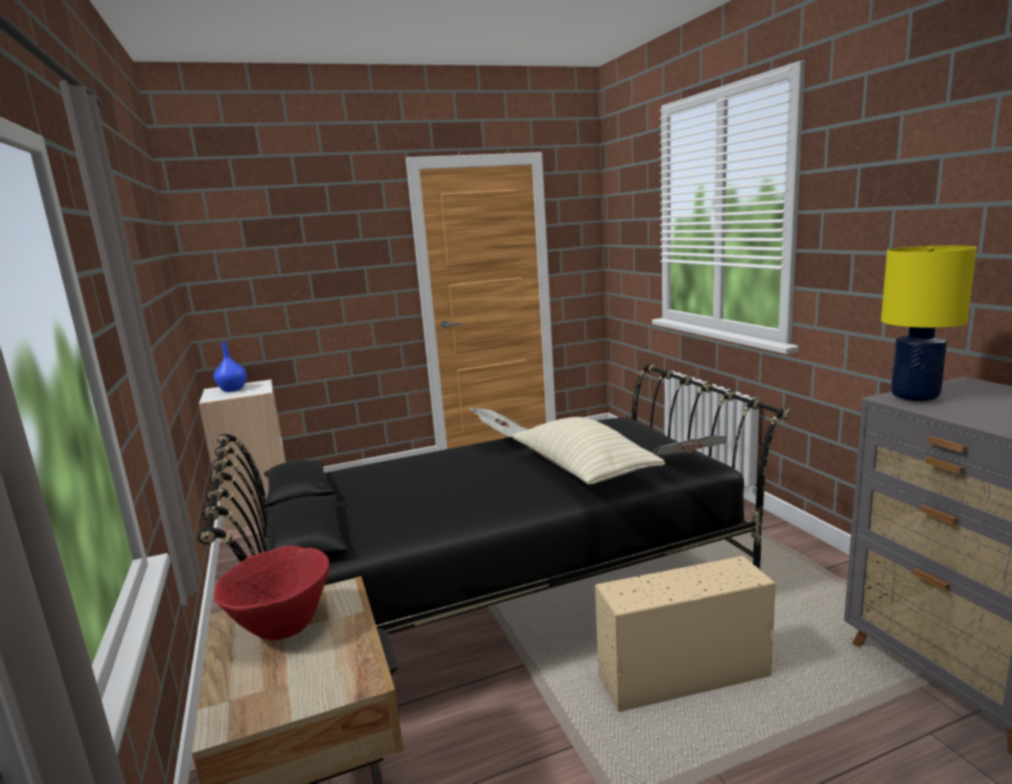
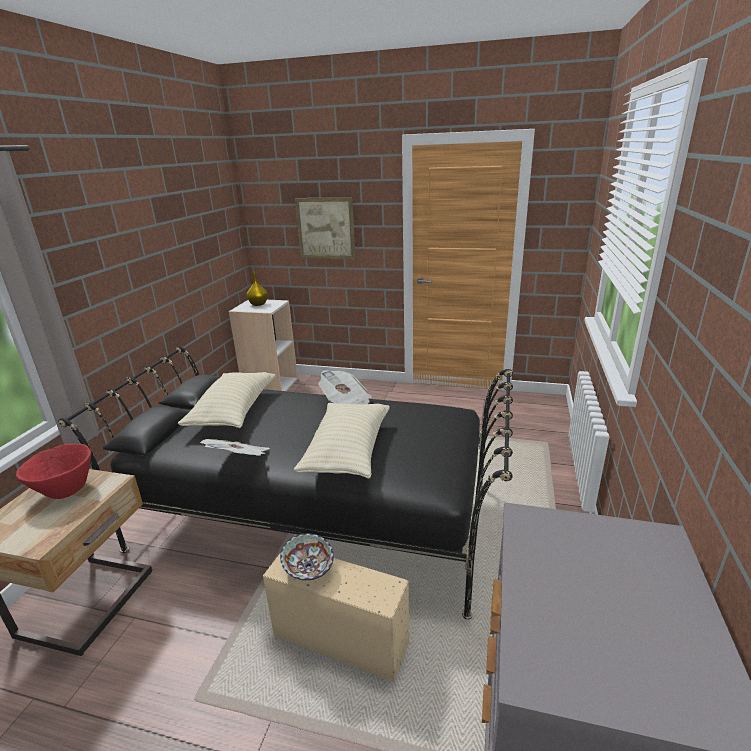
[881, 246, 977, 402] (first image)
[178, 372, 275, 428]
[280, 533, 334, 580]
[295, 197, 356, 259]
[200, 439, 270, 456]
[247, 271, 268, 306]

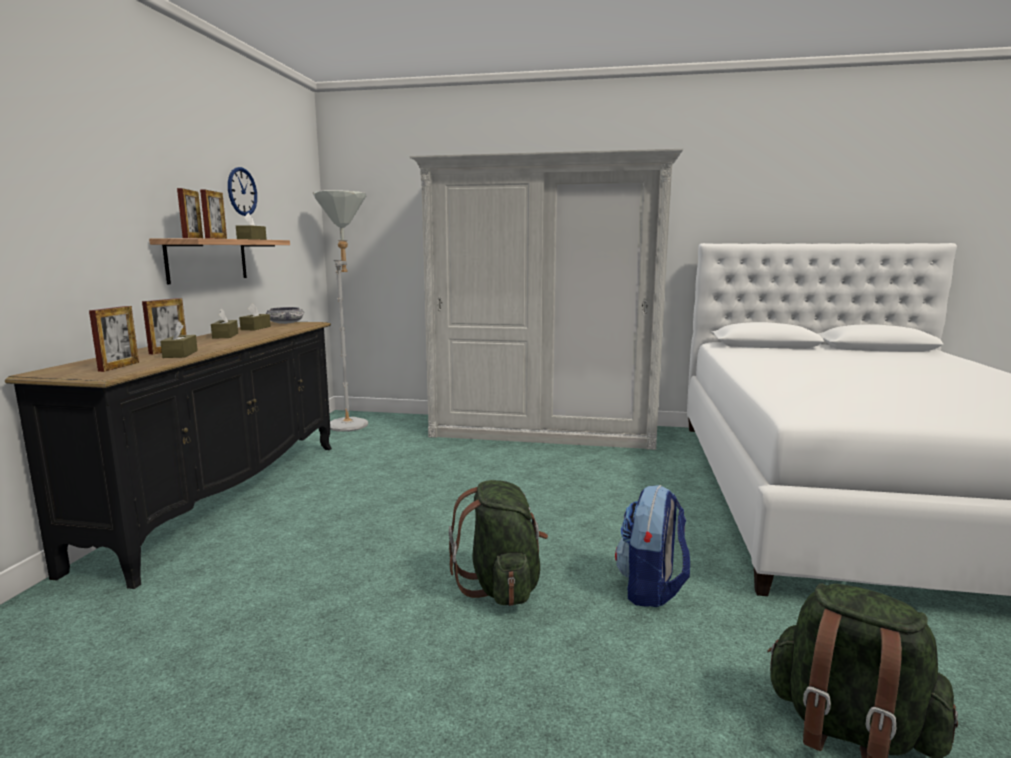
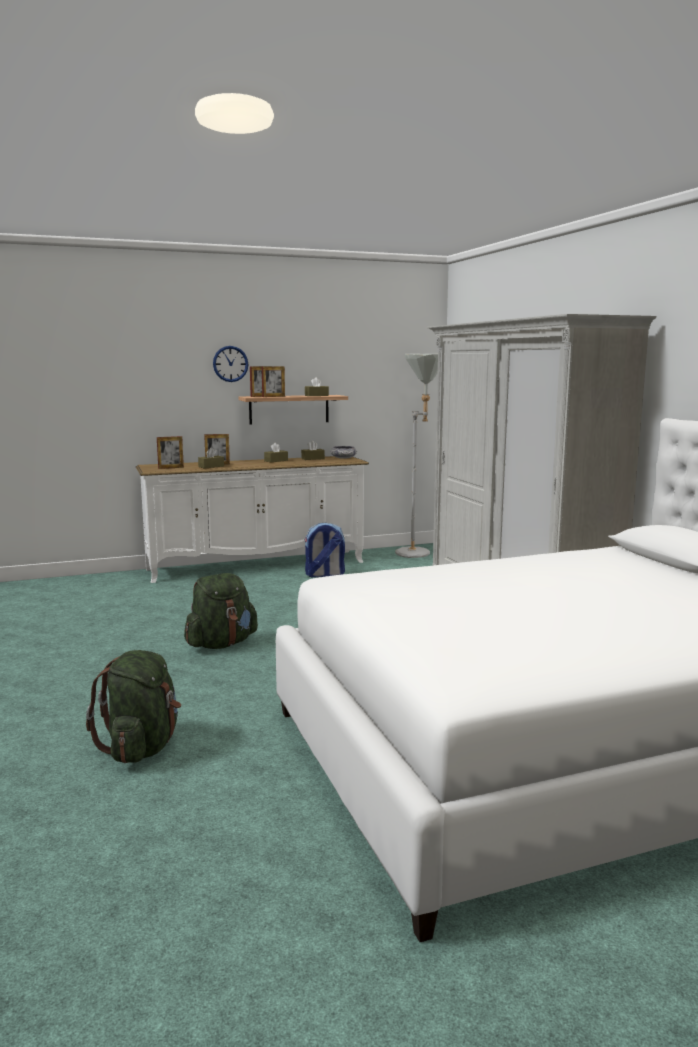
[213, 346, 248, 382]
[305, 523, 345, 577]
[136, 456, 369, 583]

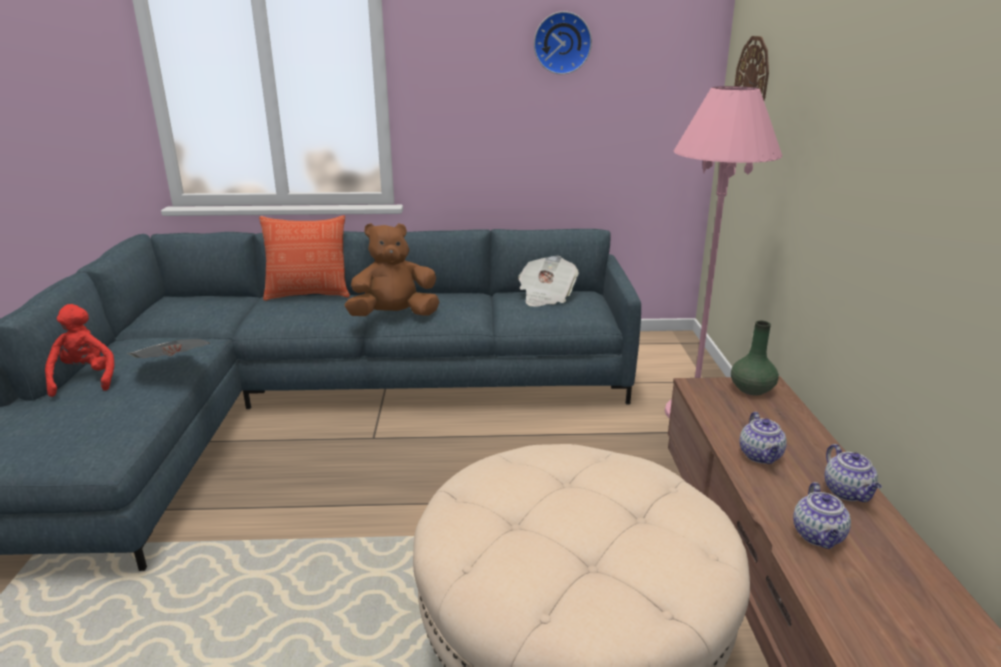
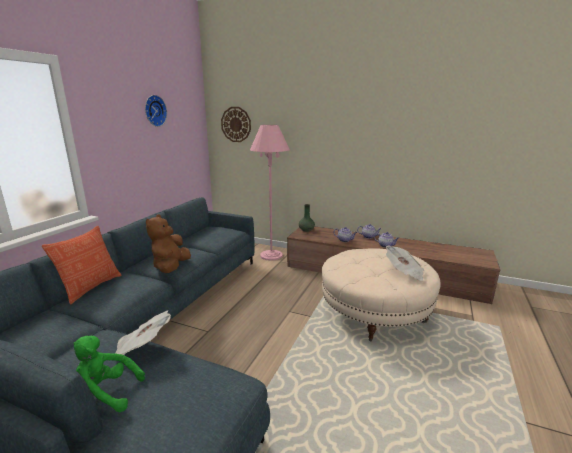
[386, 245, 424, 281]
[73, 336, 145, 412]

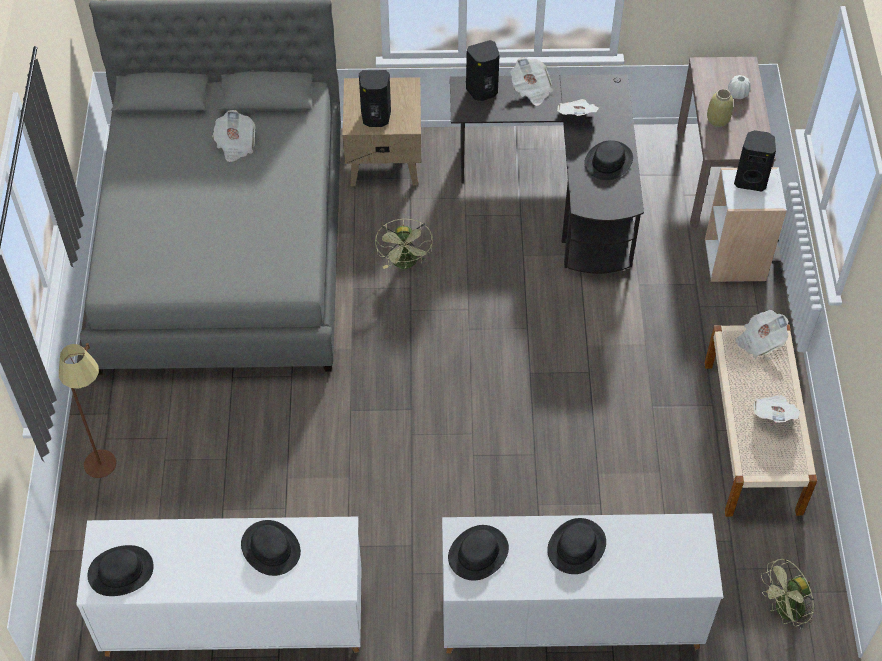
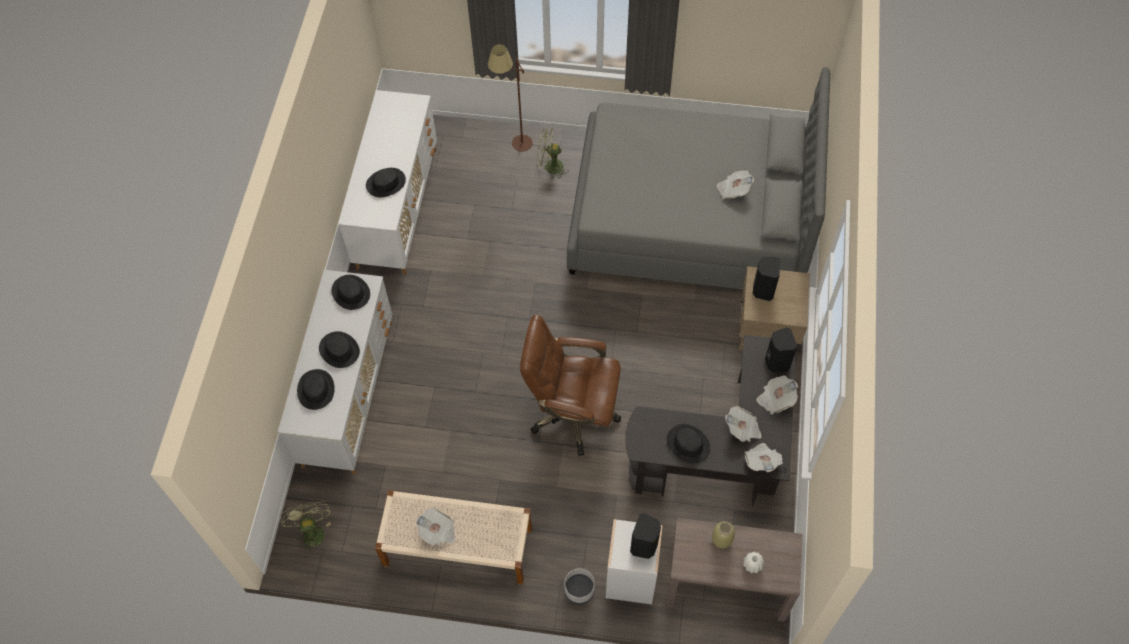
[520, 315, 621, 456]
[564, 568, 595, 604]
[297, 369, 335, 410]
[537, 129, 569, 179]
[744, 443, 783, 472]

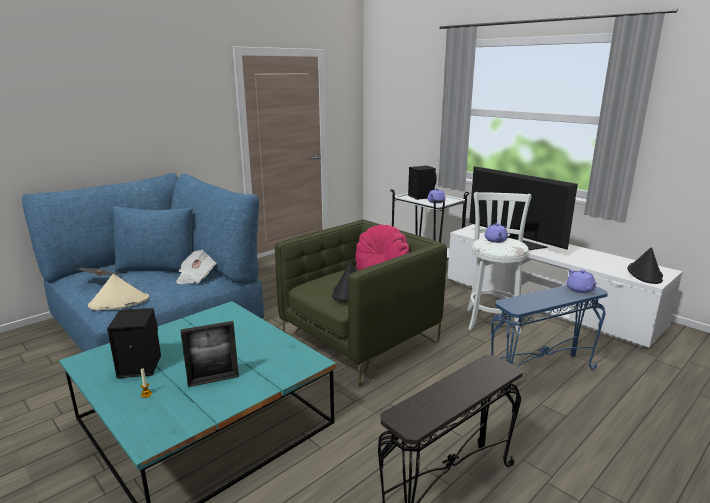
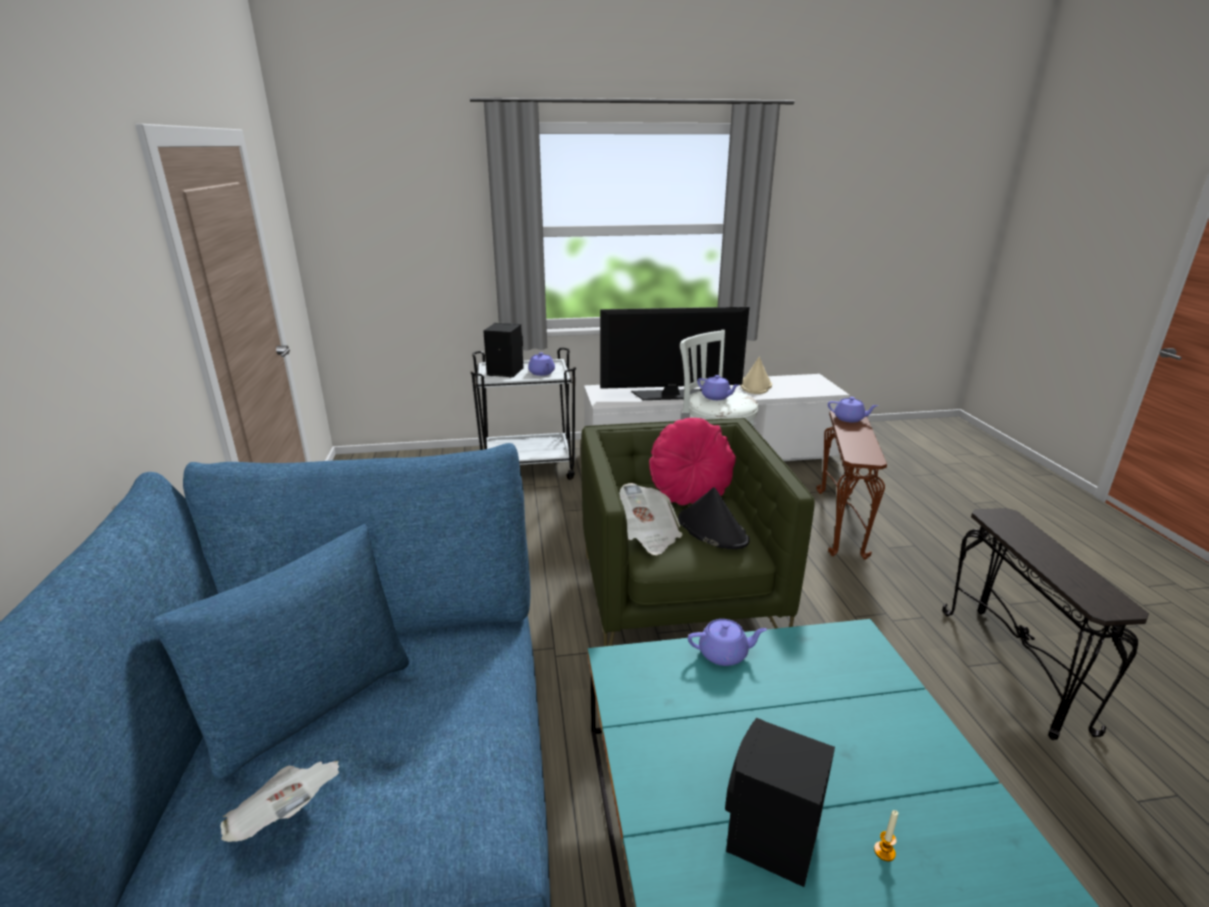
[180, 321, 239, 387] (first image)
[627, 247, 663, 284] (first image)
[688, 619, 767, 666]
[740, 357, 772, 394]
[619, 483, 682, 556]
[816, 411, 887, 560]

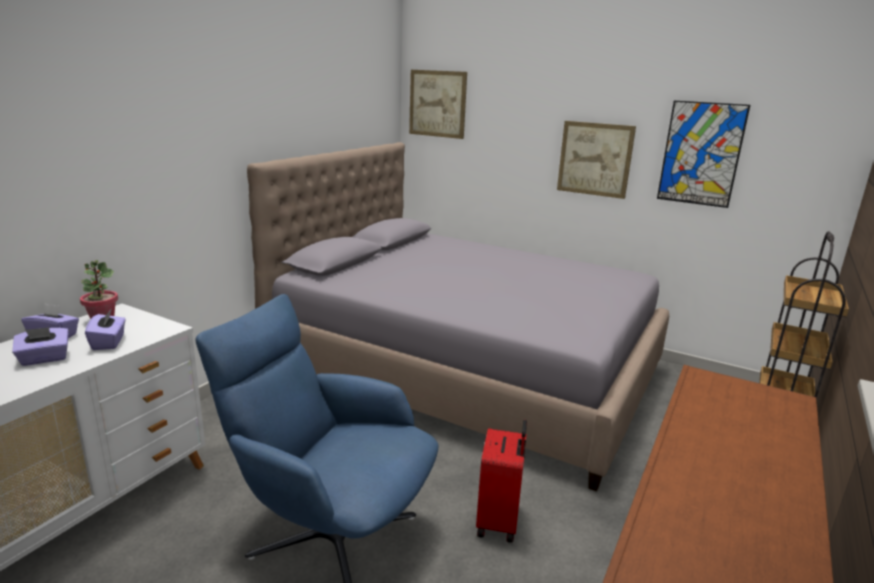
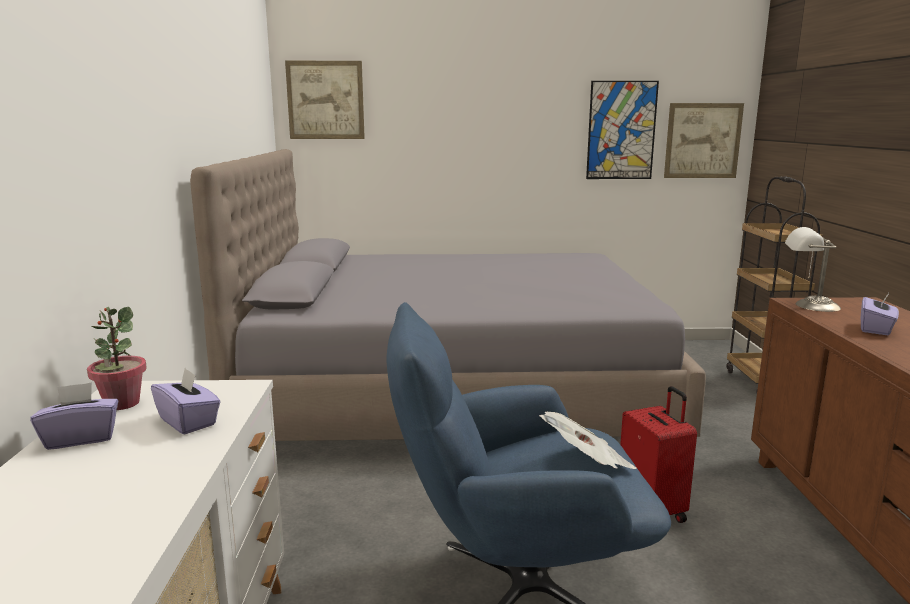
[539, 412, 637, 469]
[785, 227, 841, 312]
[861, 293, 899, 335]
[664, 103, 744, 178]

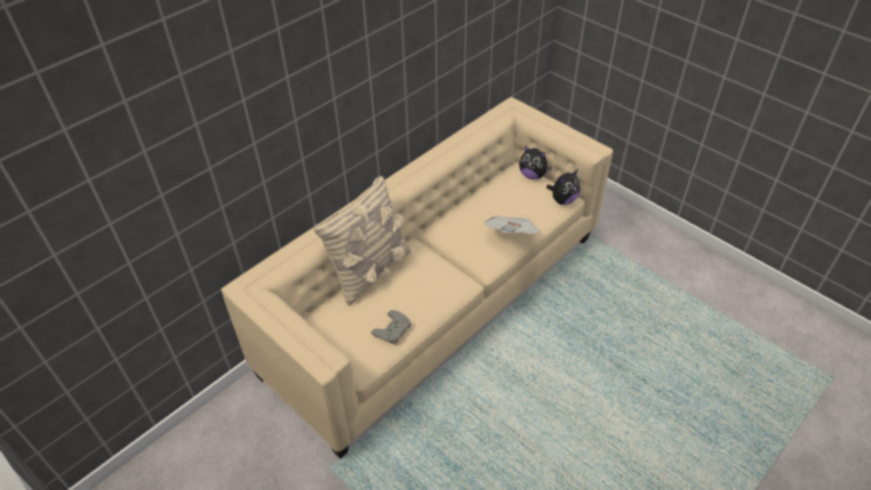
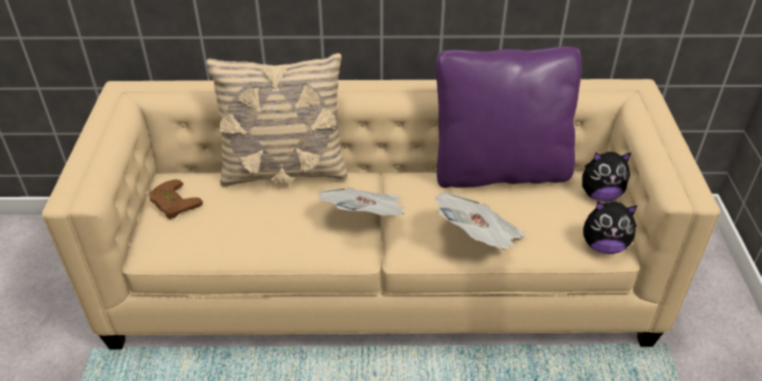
[371, 310, 411, 344] (first image)
[149, 180, 203, 219]
[318, 187, 405, 216]
[435, 46, 582, 188]
[582, 152, 632, 201]

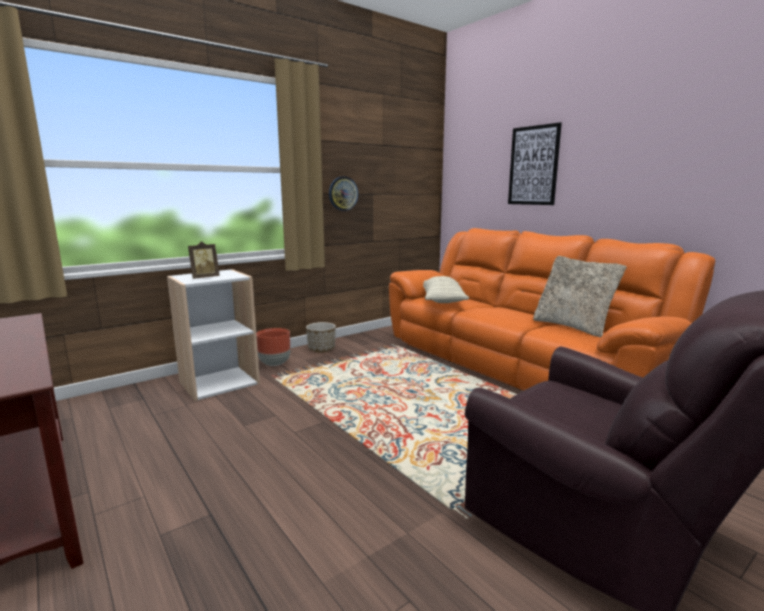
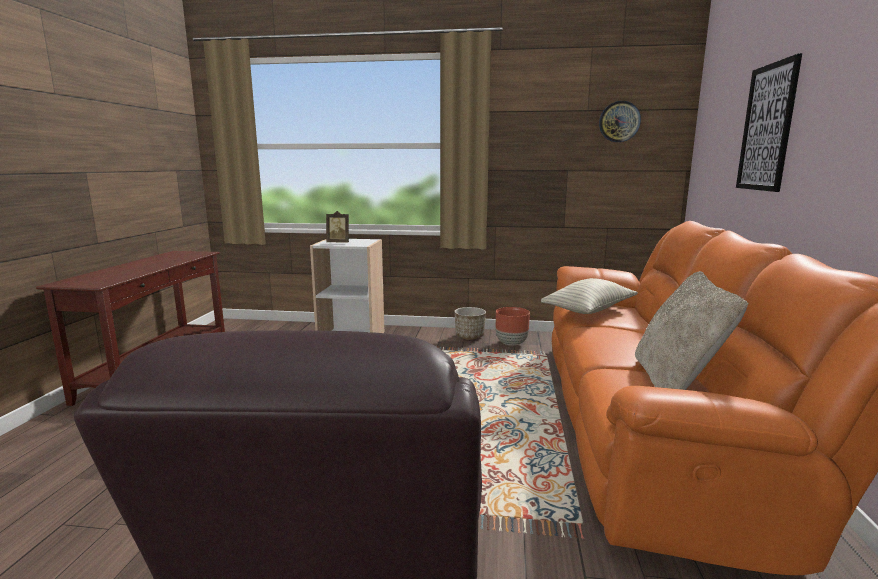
[496, 307, 530, 346]
[599, 101, 641, 142]

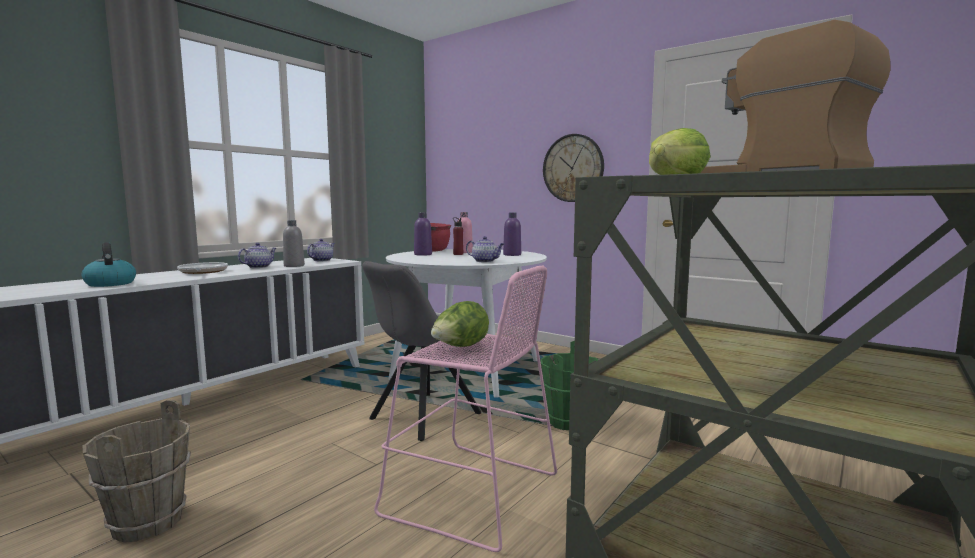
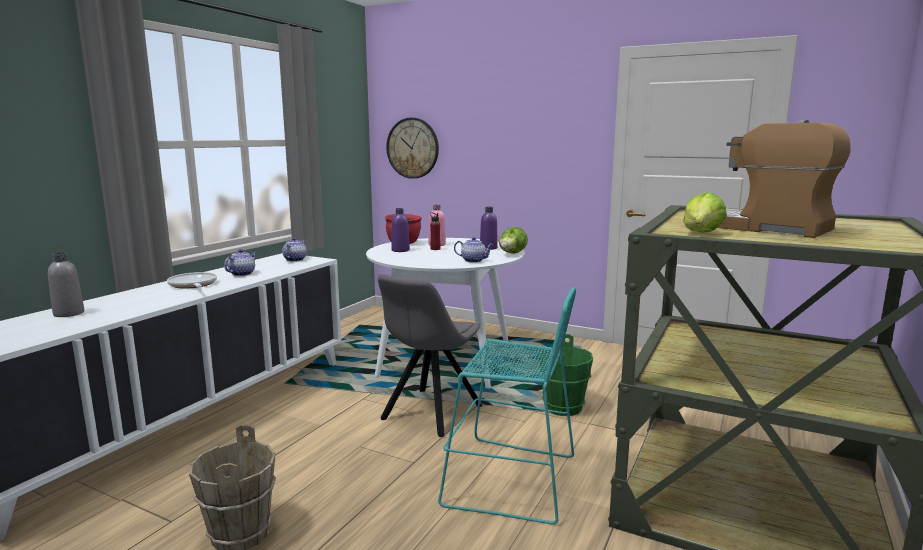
[81, 242, 136, 287] (first image)
[48, 252, 84, 317]
[499, 227, 528, 254]
[386, 118, 439, 179]
[438, 287, 576, 524]

